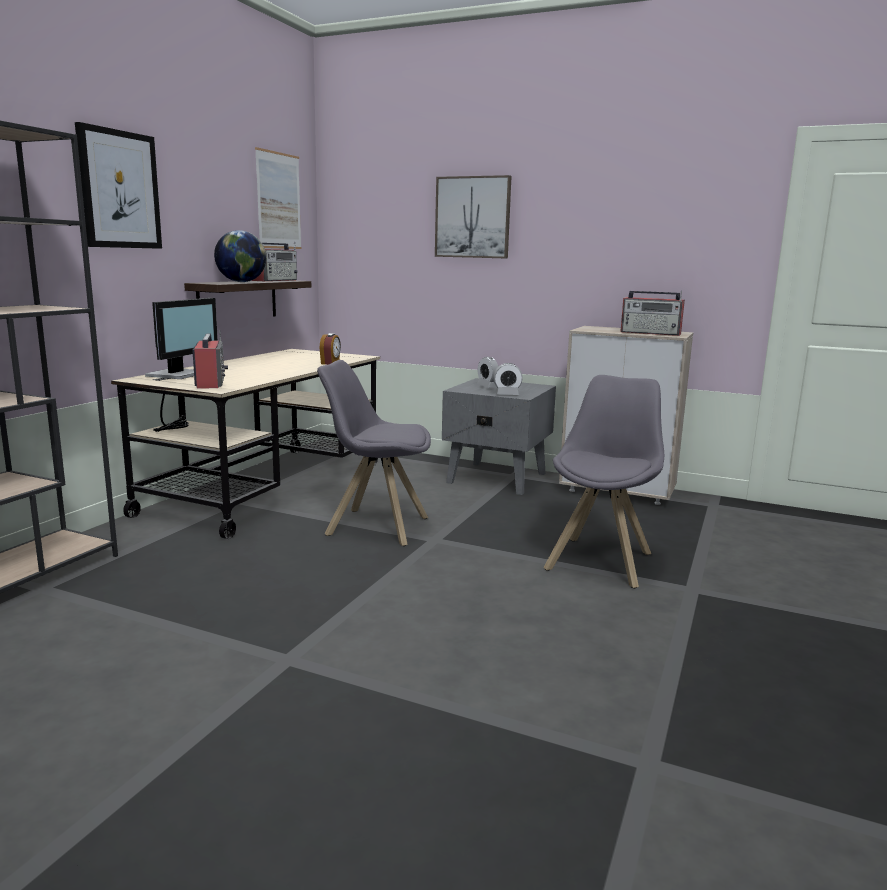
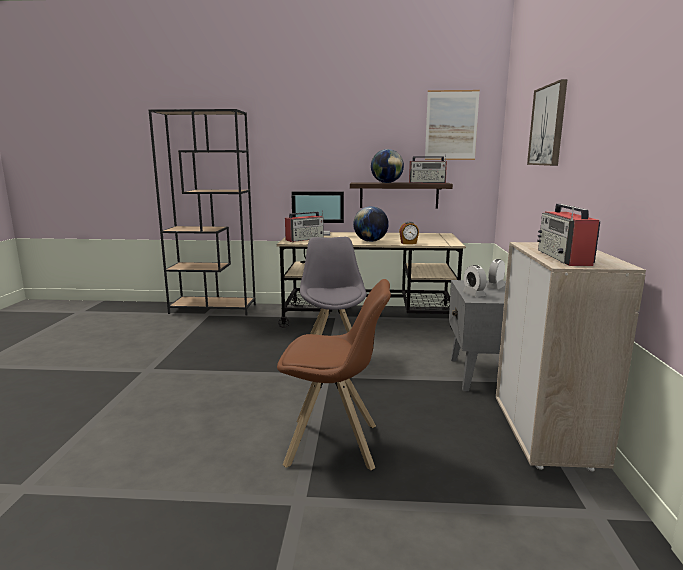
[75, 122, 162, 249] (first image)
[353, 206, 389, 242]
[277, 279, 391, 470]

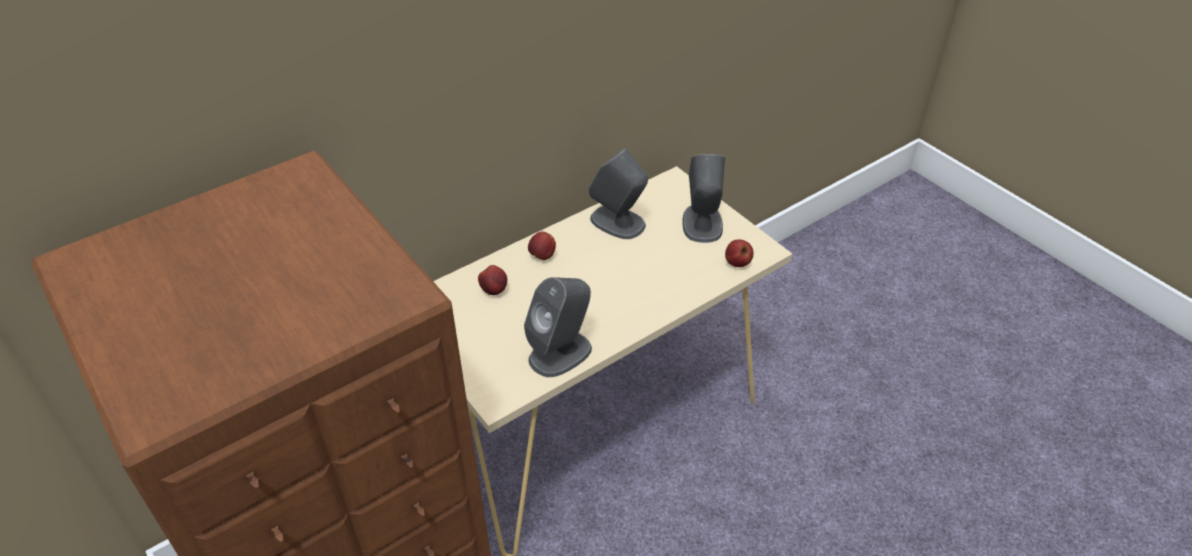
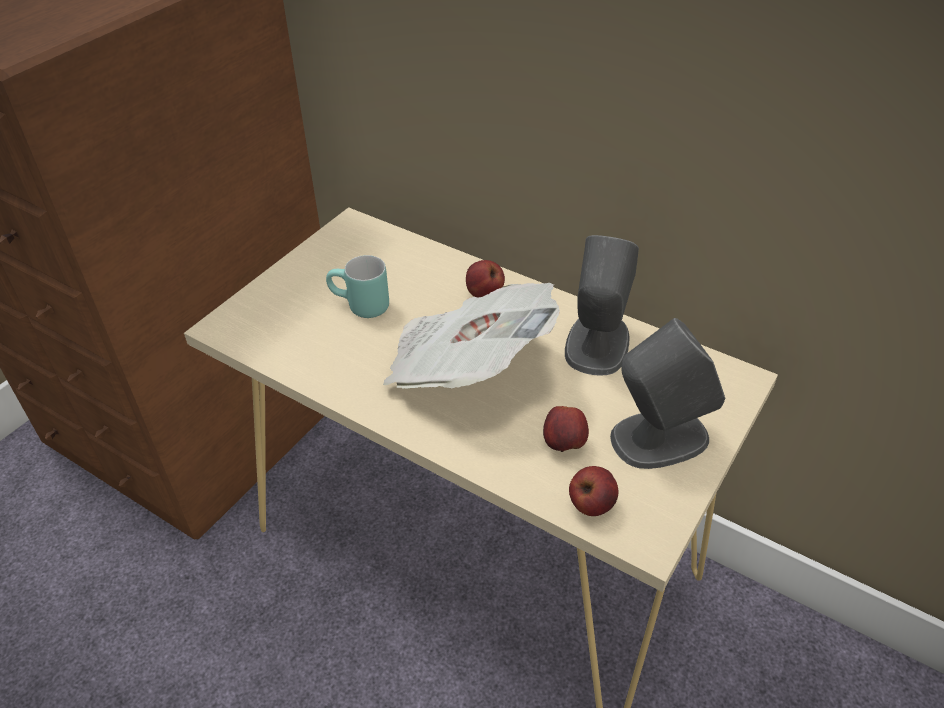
[524, 277, 592, 377] (first image)
[326, 255, 389, 318]
[383, 283, 560, 389]
[543, 406, 589, 452]

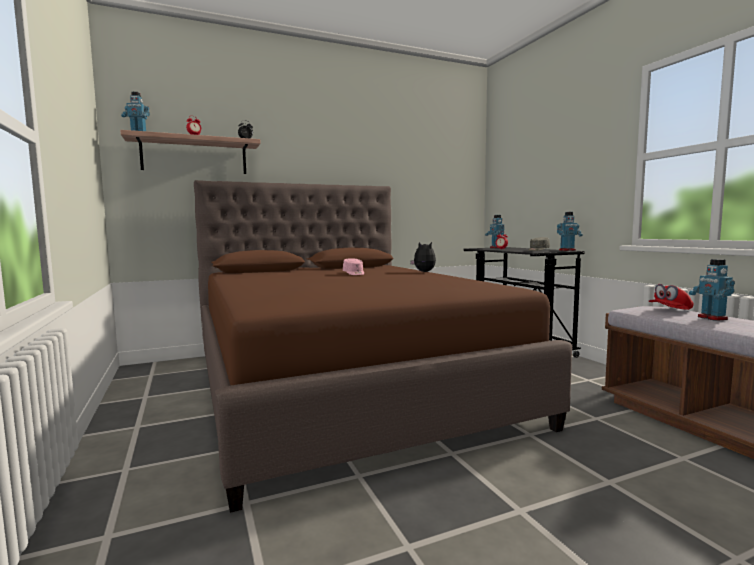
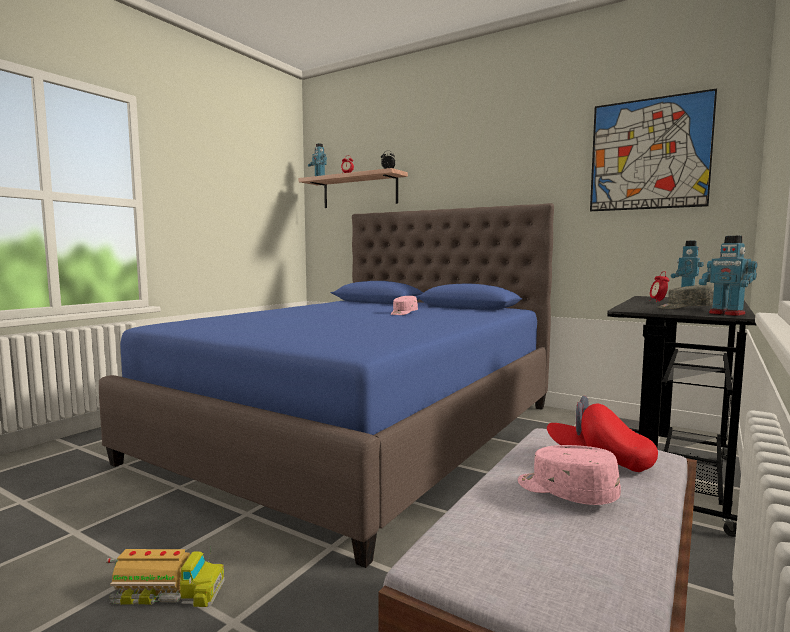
[410, 242, 436, 272] (first image)
[106, 547, 224, 607]
[590, 88, 717, 211]
[518, 445, 621, 505]
[99, 203, 554, 568]

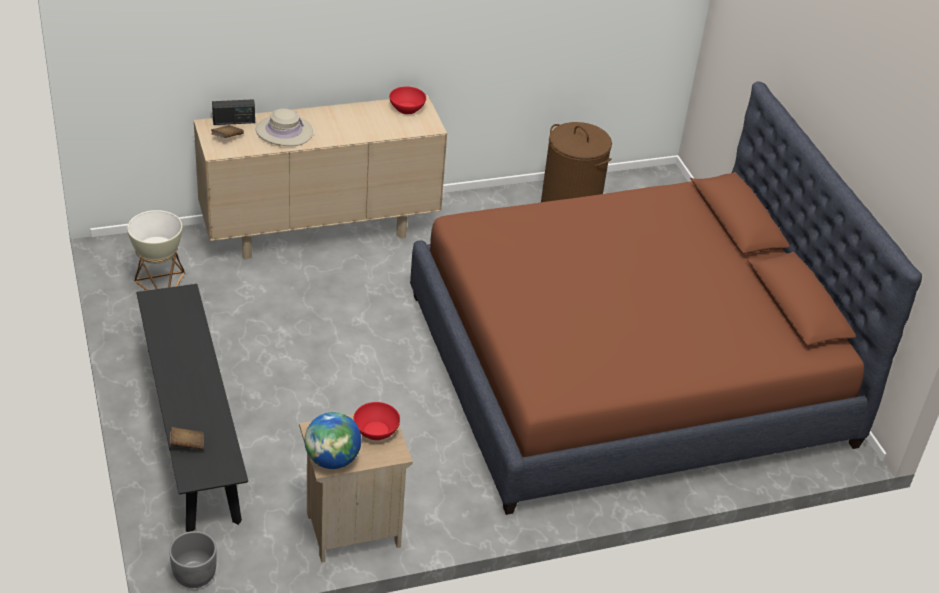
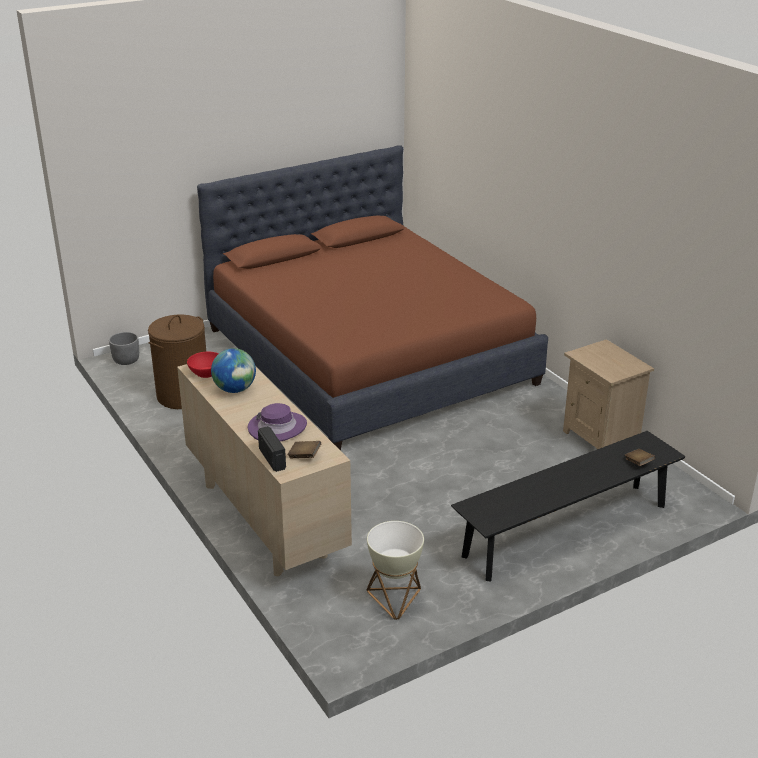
[353, 402, 400, 440] (first image)
[109, 332, 139, 365]
[211, 348, 256, 393]
[248, 403, 307, 442]

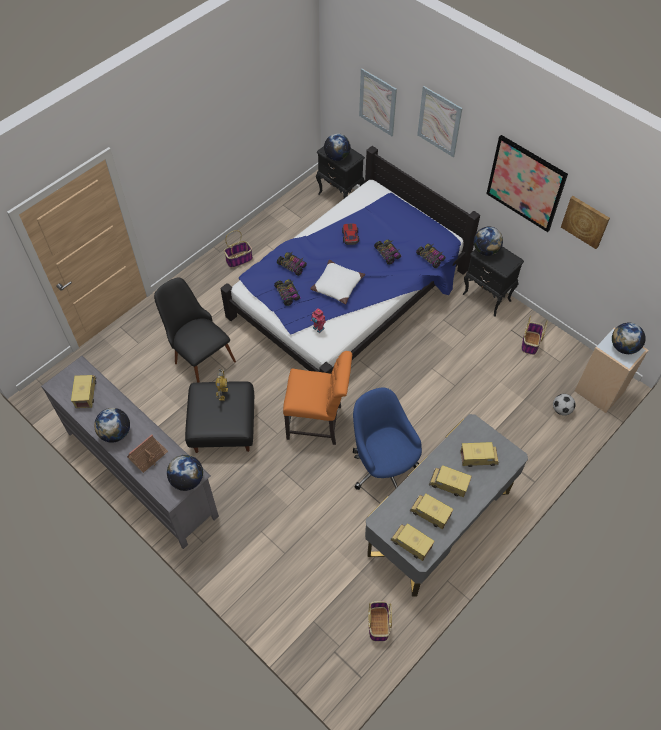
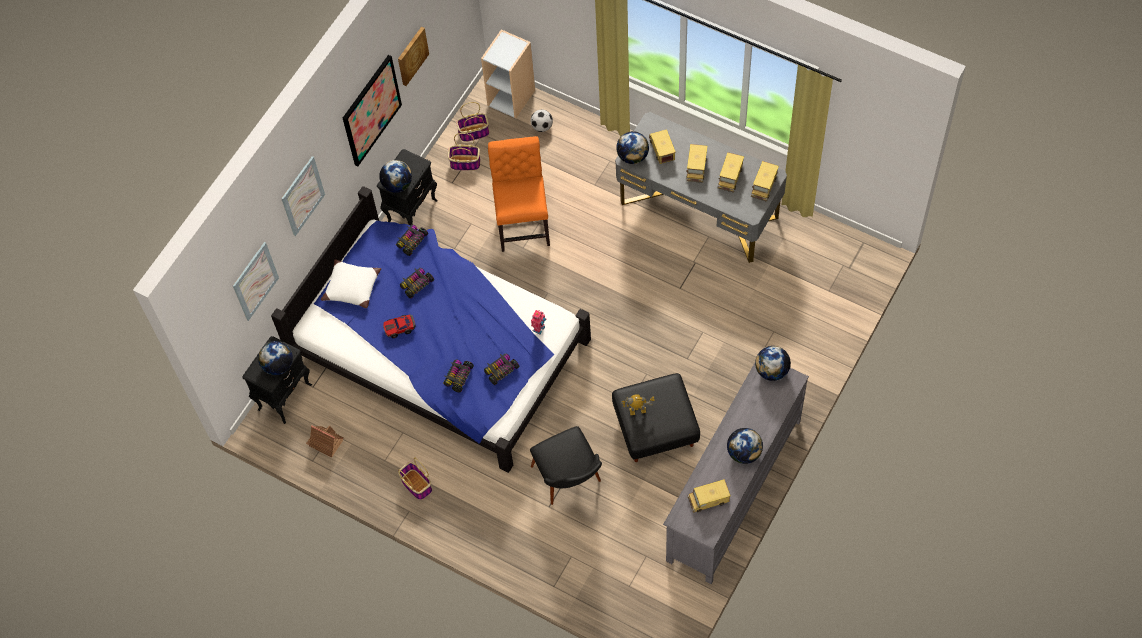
[353, 387, 422, 490] (first image)
[306, 426, 344, 458]
[488, 136, 550, 252]
[321, 259, 381, 308]
[456, 102, 489, 142]
[616, 131, 649, 164]
[530, 426, 602, 505]

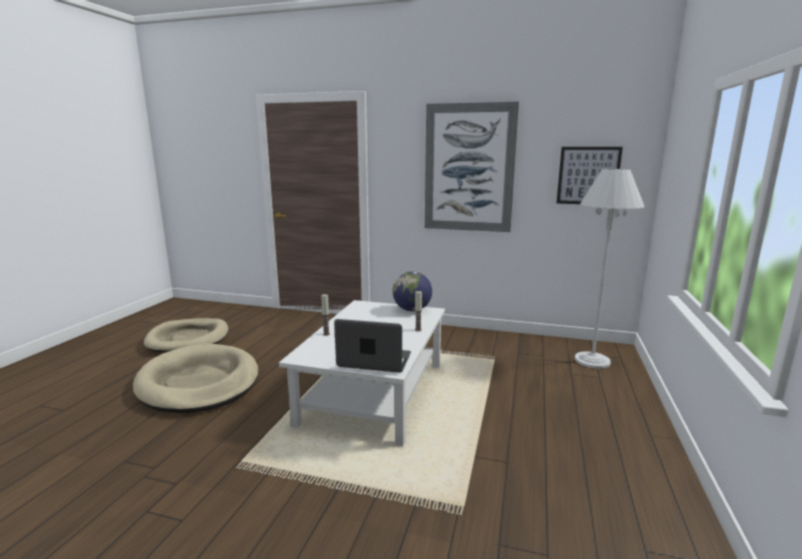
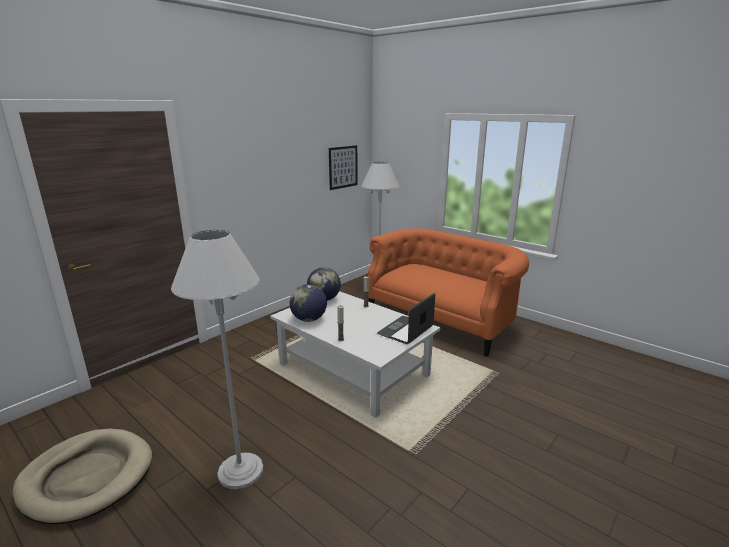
[425, 101, 519, 232] (first image)
[290, 284, 327, 322]
[368, 228, 529, 356]
[171, 230, 263, 489]

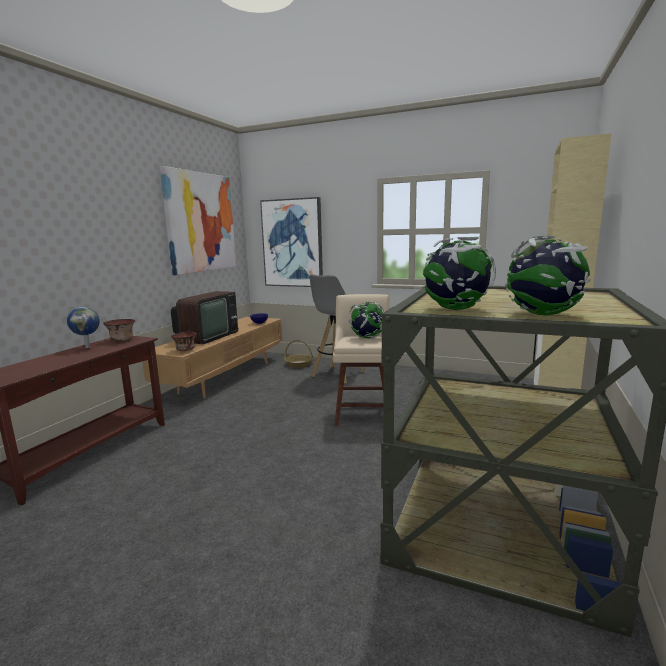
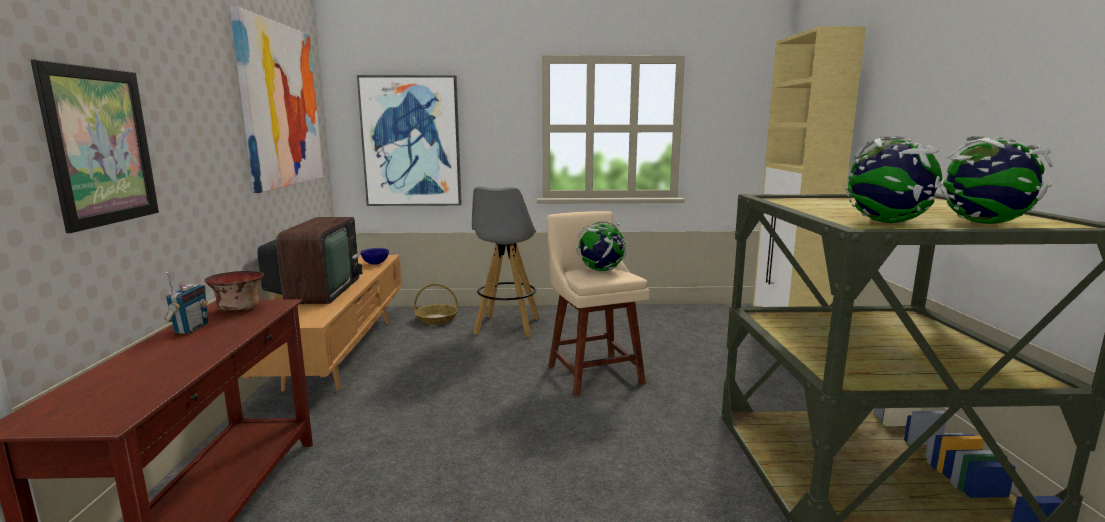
[171, 332, 197, 351] (first image)
[31, 59, 159, 233]
[164, 272, 208, 334]

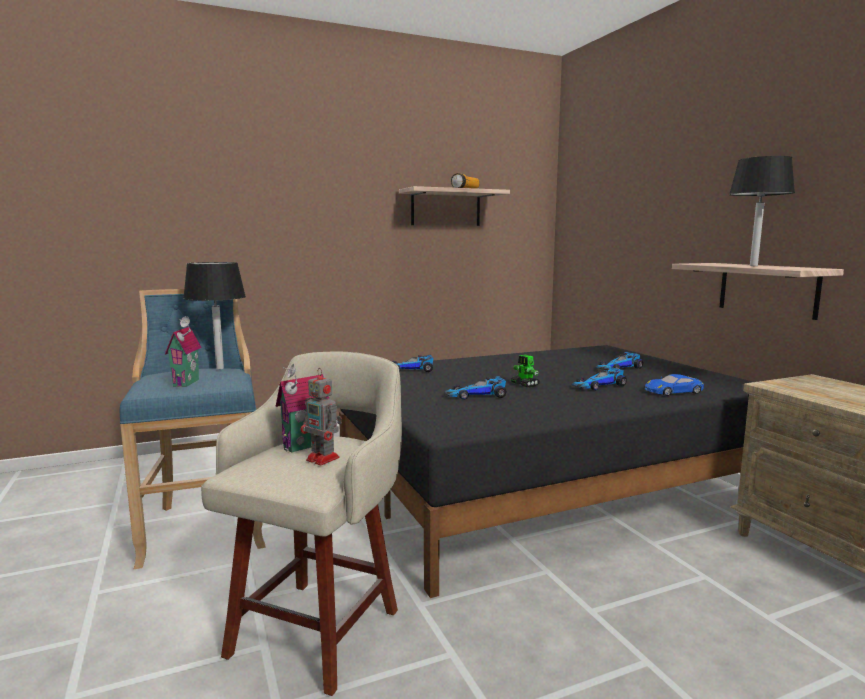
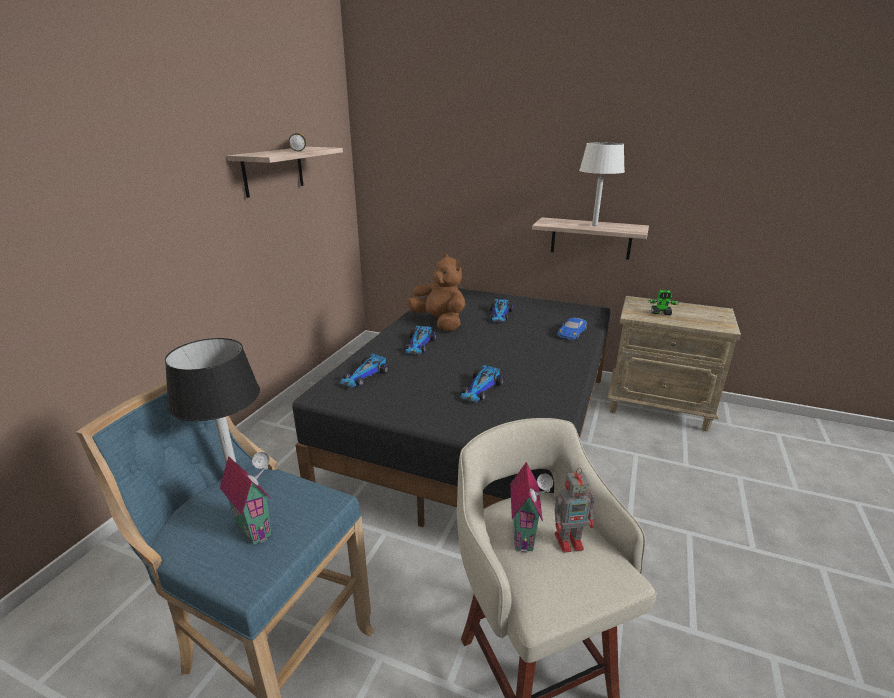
[407, 254, 465, 331]
[648, 290, 679, 315]
[405, 326, 436, 355]
[579, 143, 625, 226]

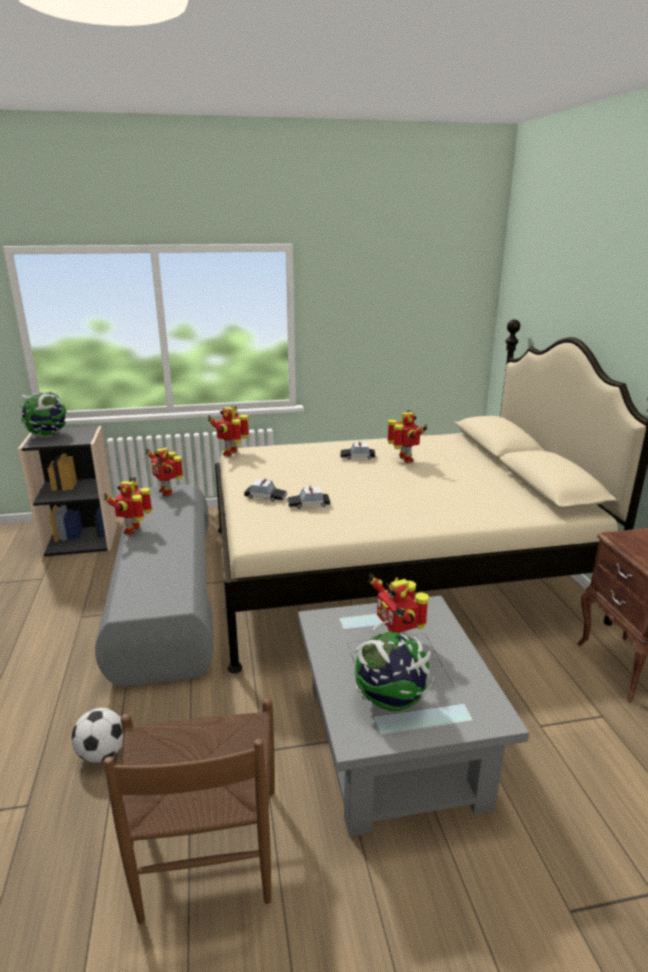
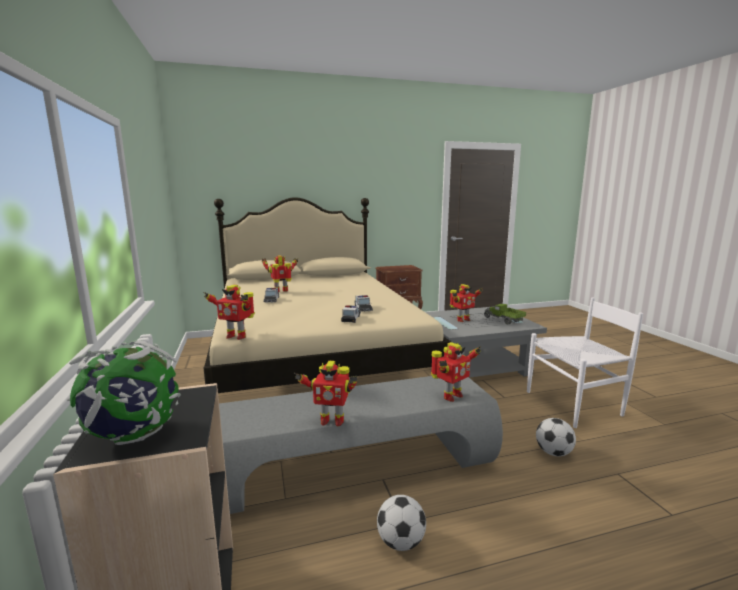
[377, 495, 426, 551]
[431, 342, 481, 402]
[484, 304, 526, 324]
[527, 297, 643, 428]

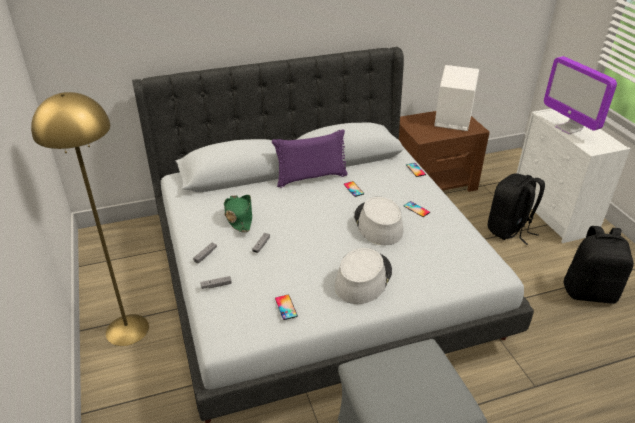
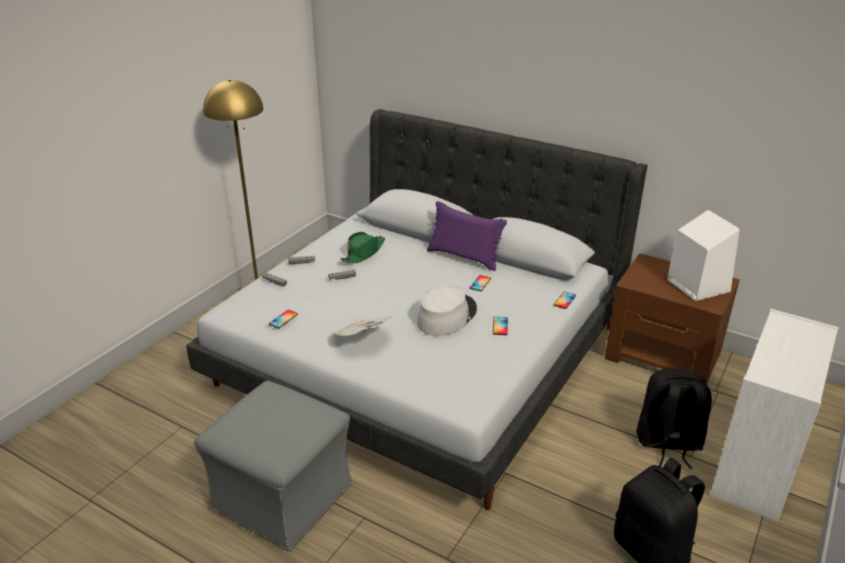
[544, 56, 617, 135] (first image)
[331, 316, 393, 336]

